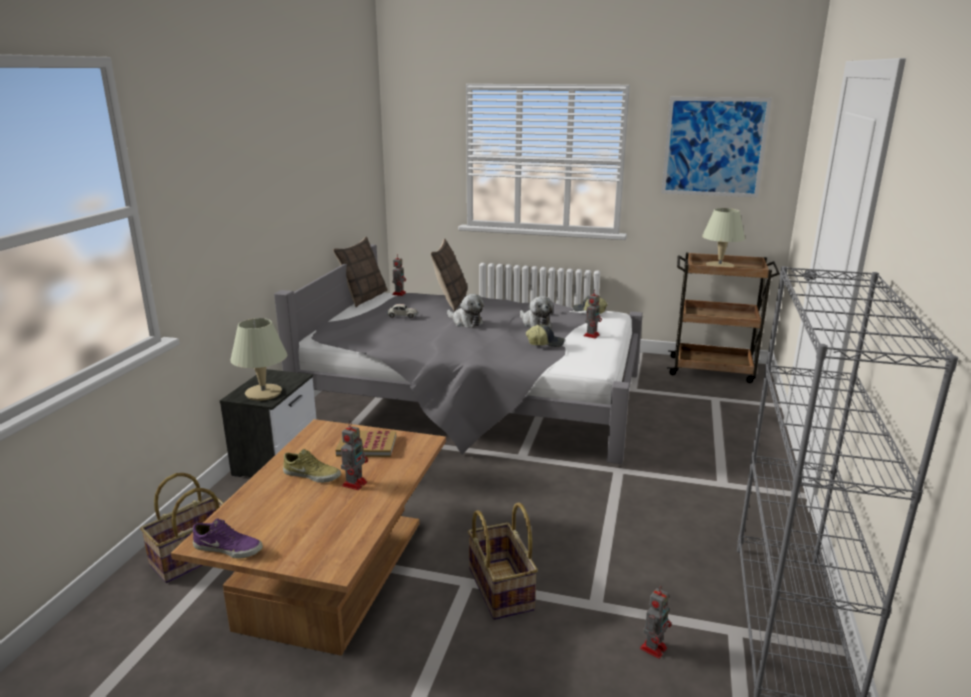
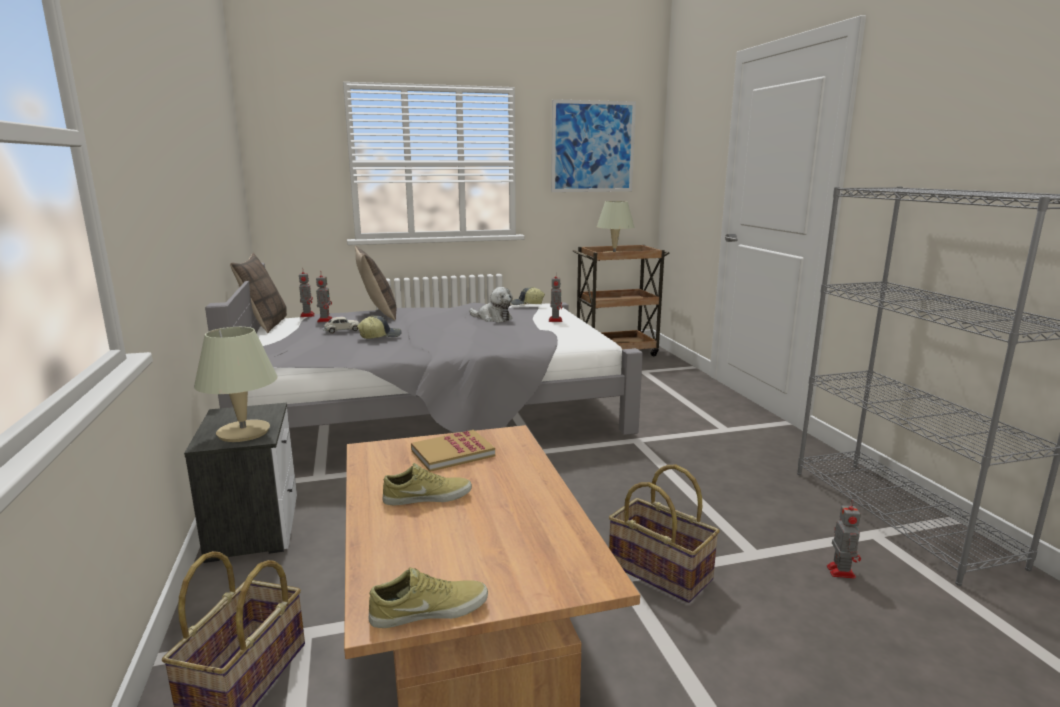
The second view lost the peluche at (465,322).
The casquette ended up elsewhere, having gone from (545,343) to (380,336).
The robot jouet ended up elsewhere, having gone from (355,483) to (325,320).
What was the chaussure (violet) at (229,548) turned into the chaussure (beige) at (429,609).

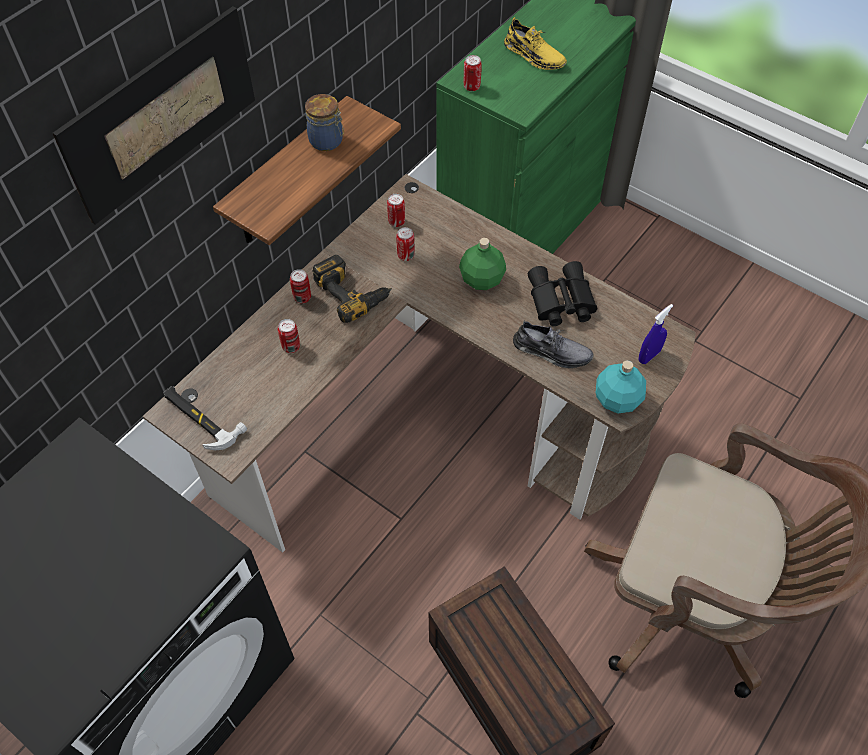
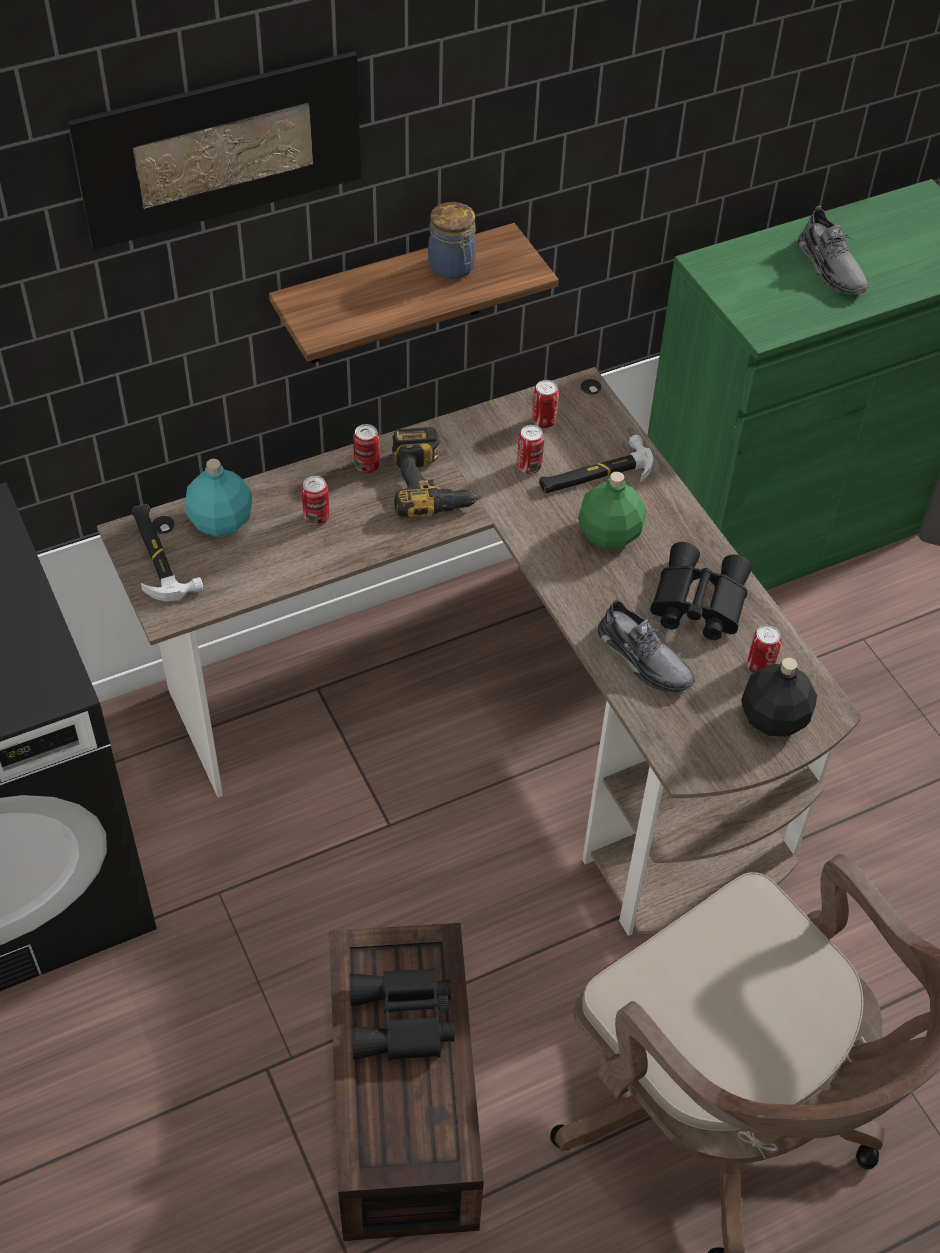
What was the chaussure (jaune) at (534,55) turned into the chaussure (gris) at (831,267).
The boîte métallique ended up elsewhere, having gone from (471,87) to (760,667).
Where the vaporisateur (bleu) stood at (649,356), the bouteille (noir) came to stand at (774,719).
The bouteille (turquoise) ended up elsewhere, having gone from (616,399) to (220,521).
The second view gained the marteau at (595,474).
The second view gained the jumelles (noir) at (403,1022).

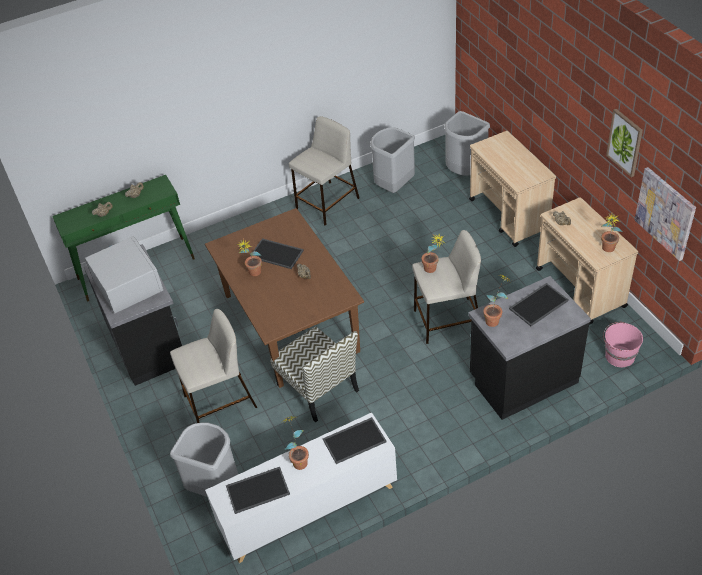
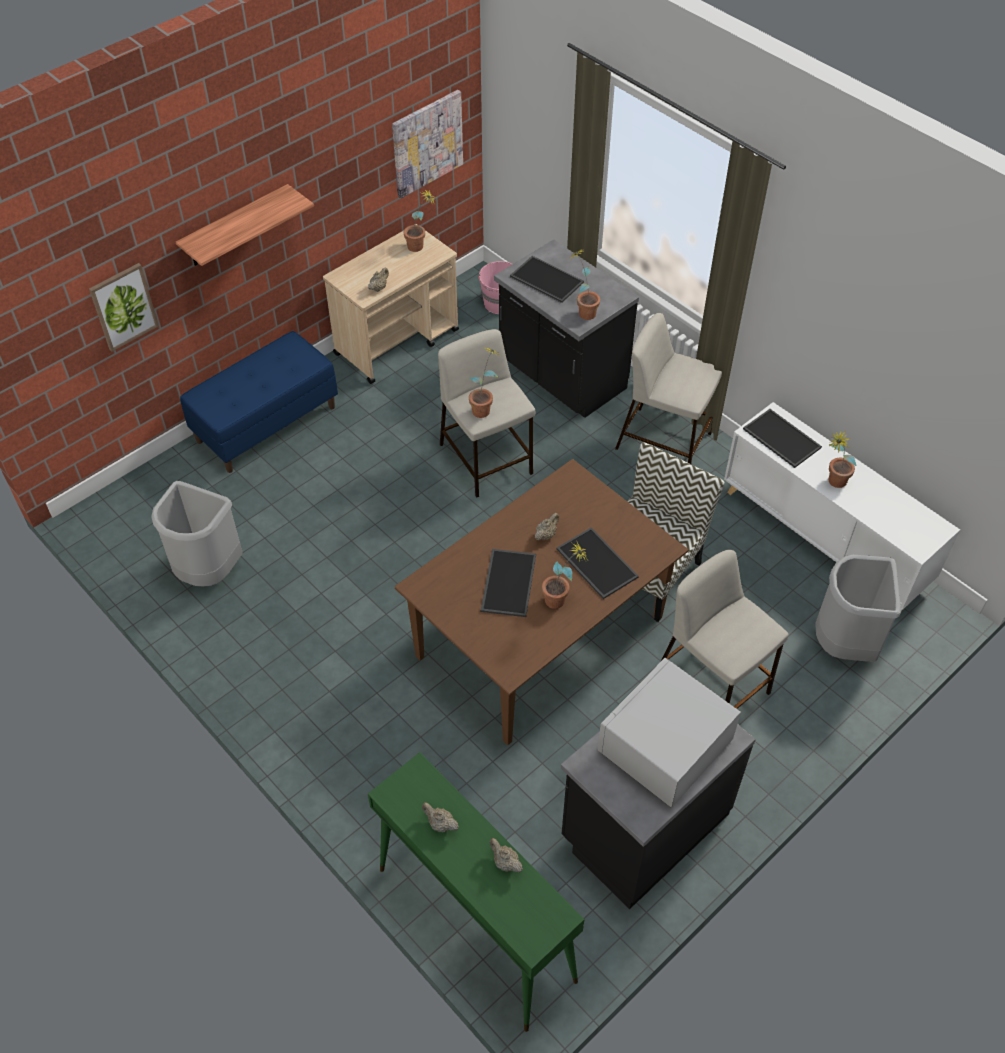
The tableau ended up elsewhere, having gone from (625,142) to (123,306).
The second view lost the poubelle (gris) at (464,171).
The tabouret (beige) ended up elsewhere, having gone from (327,203) to (665,441).
Where the chariot (beige) stood at (509,216), the banc (bleu) came to stand at (266,423).
The plateau ended up elsewhere, having gone from (258,489) to (595,563).
The second view gained the étagère at (235,227).

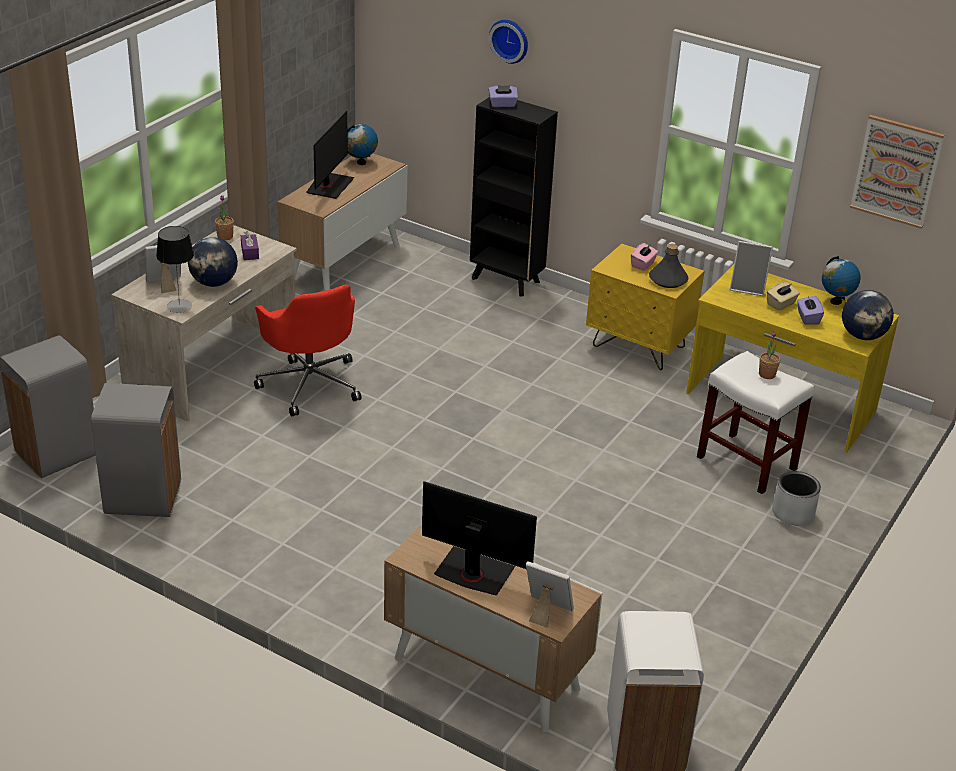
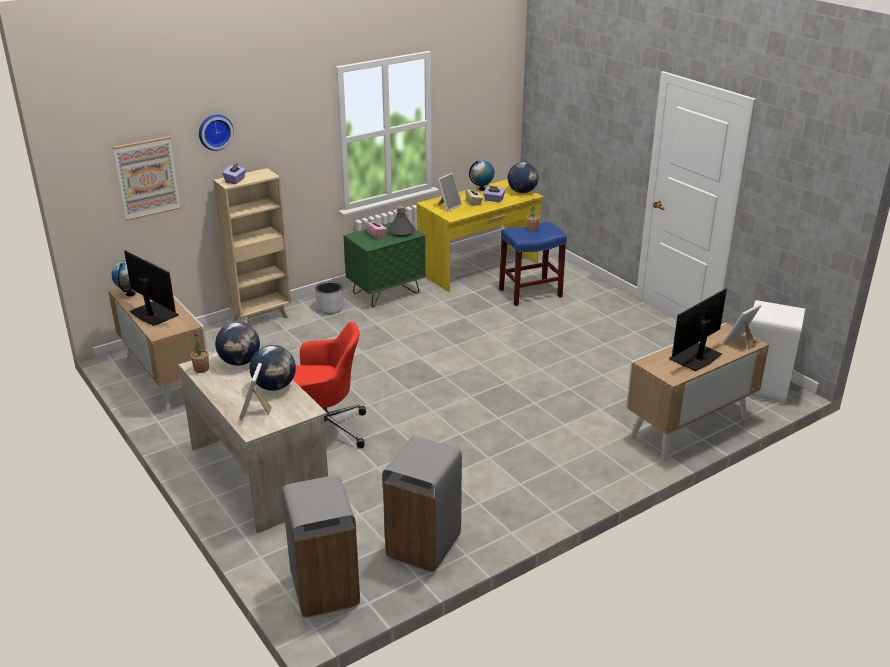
What was the bibliothèque (noir) at (506,280) turned into the bibliothèque (beige) at (262,318).
The tableau ended up elsewhere, having gone from (896,171) to (147,178).
The second view lost the lampe de table at (179,306).
Where the boîte à mouchoirs (violet) stood at (250,252), the globe came to stand at (240,362).
What was the table de chevet (jaune) at (639,347) turned into the table de chevet (vert) at (386,293).
What was the tabouret (blanc) at (745,463) turned into the tabouret (bleu) at (530,293).
The cache-pot (gris) ended up elsewhere, having gone from (793,513) to (330,308).

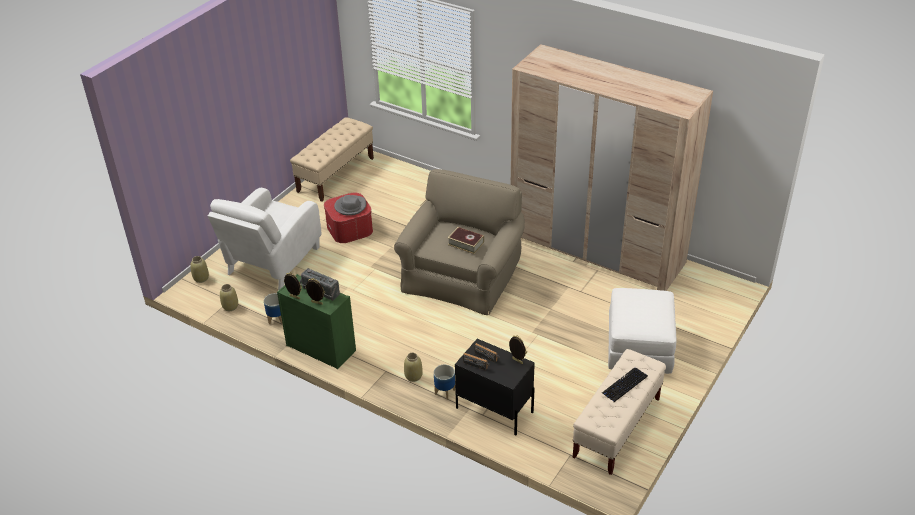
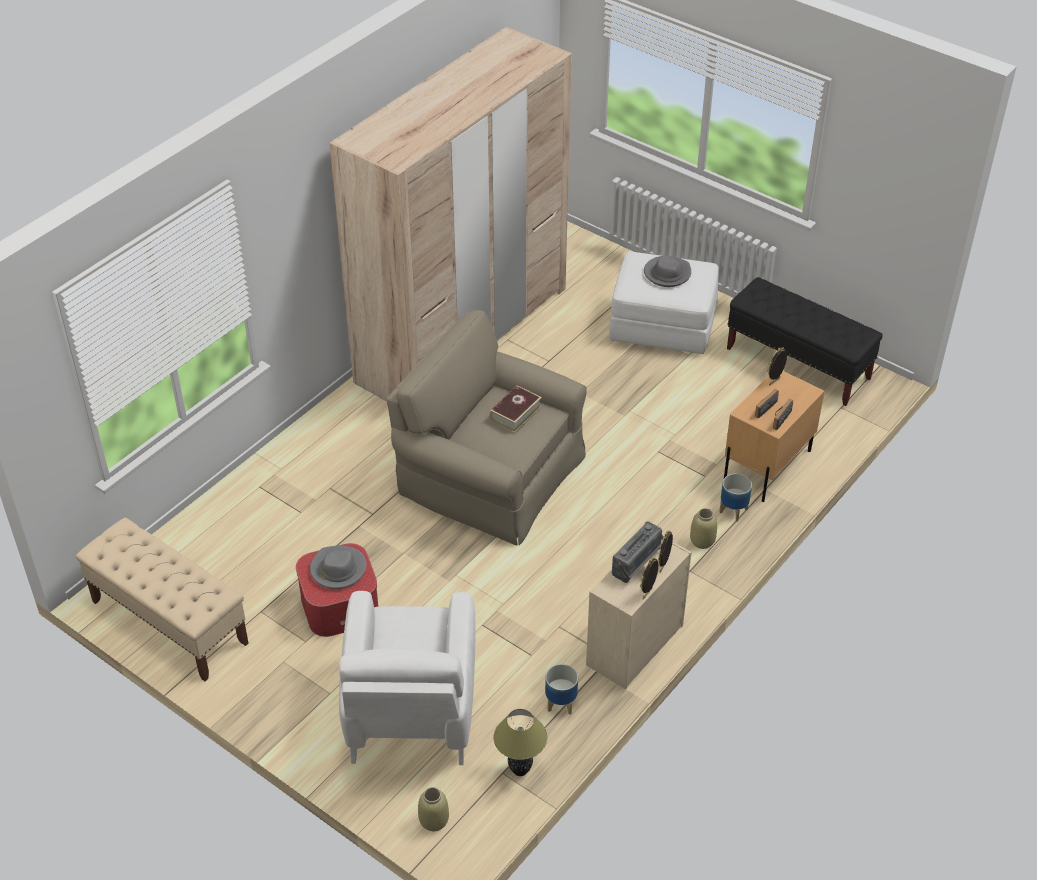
The fauteuil (blanc) at (272,262) ended up facing another way, 60 degrees clockwise from before.
What was the commode (vert) at (320,347) turned into the commode (beige) at (634,646).
Where the vase (beige) stood at (230,307), the lampe de table came to stand at (520,771).
What was the table de chevet (noir) at (494,409) turned into the table de chevet (beige) at (766,466).
What was the banc (beige) at (617,428) turned into the banc (noir) at (798,364).
The second view lost the clavier at (624,385).
The second view gained the chapeau (gris) at (667,273).

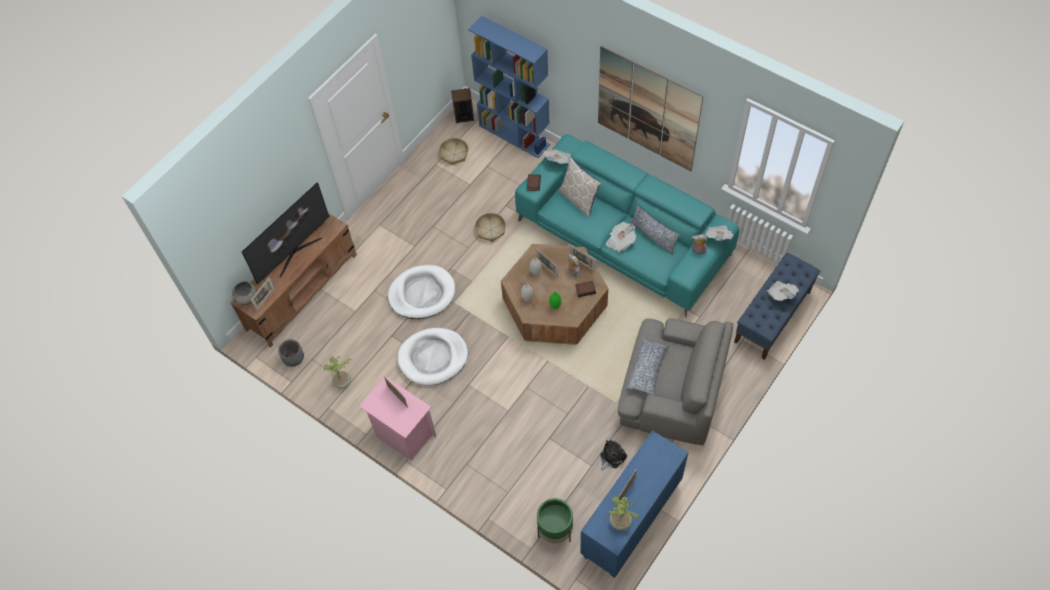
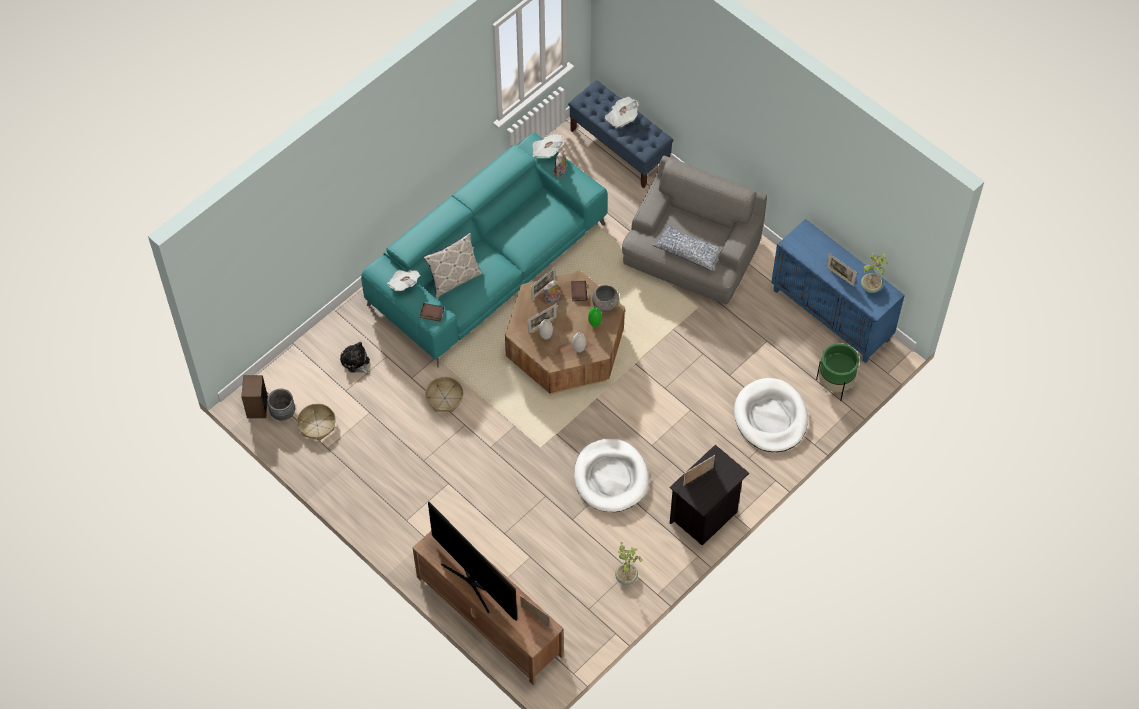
The second view lost the bibliothèque (bleu) at (515,135).
The second view lost the tableau at (647,109).
The second view lost the coussin at (653,236).
The second view lost the journal at (620,241).
The panier pour chien (blanc) ended up elsewhere, having gone from (422,294) to (770,417).
The bol (gris) ended up elsewhere, having gone from (247,298) to (605,305).
The cache-pot (gris) ended up elsewhere, having gone from (294,359) to (283,412).
What was the table de chevet (rose) at (404,435) turned into the table de chevet (noir) at (705,517).
The peluche ended up elsewhere, having gone from (612,457) to (356,362).

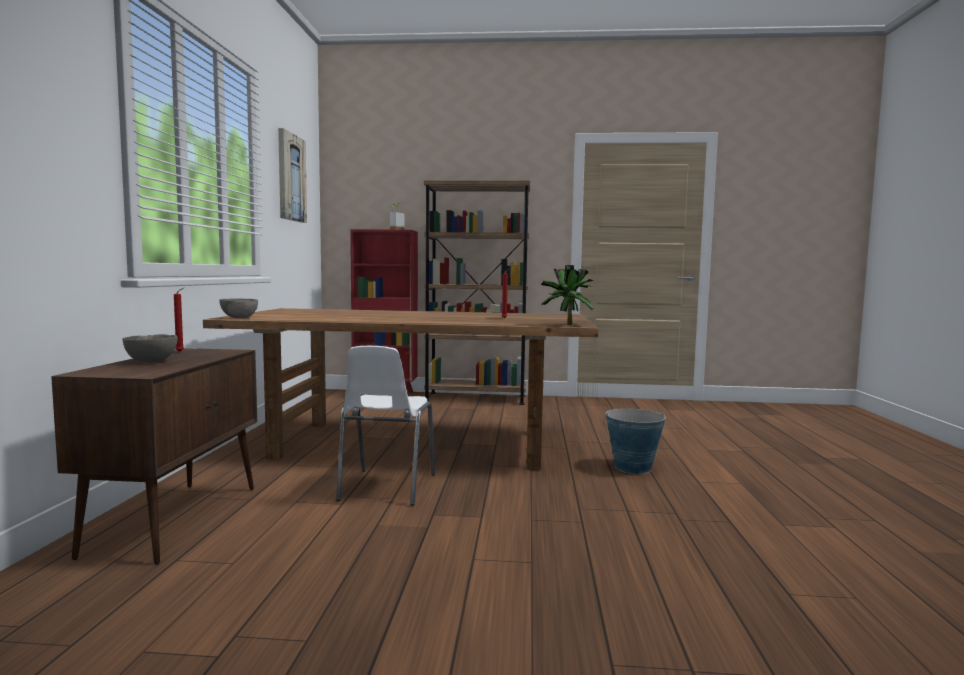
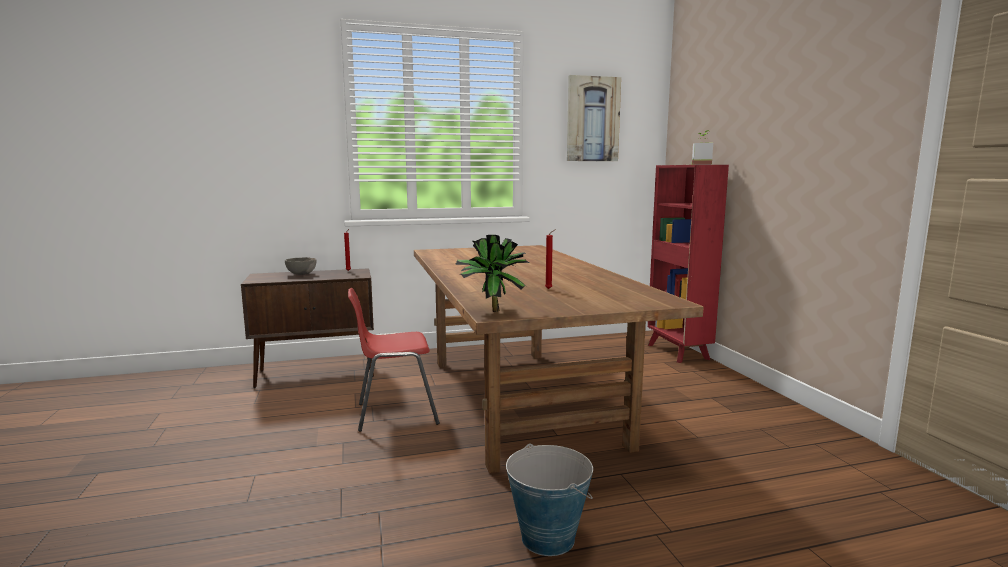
The second view lost the bibliothèque (marron) at (475,398).
The second view lost the bol (gris) at (239,318).
What was the chaise (blanc) at (386,488) turned into the chaise (rouge) at (394,413).

